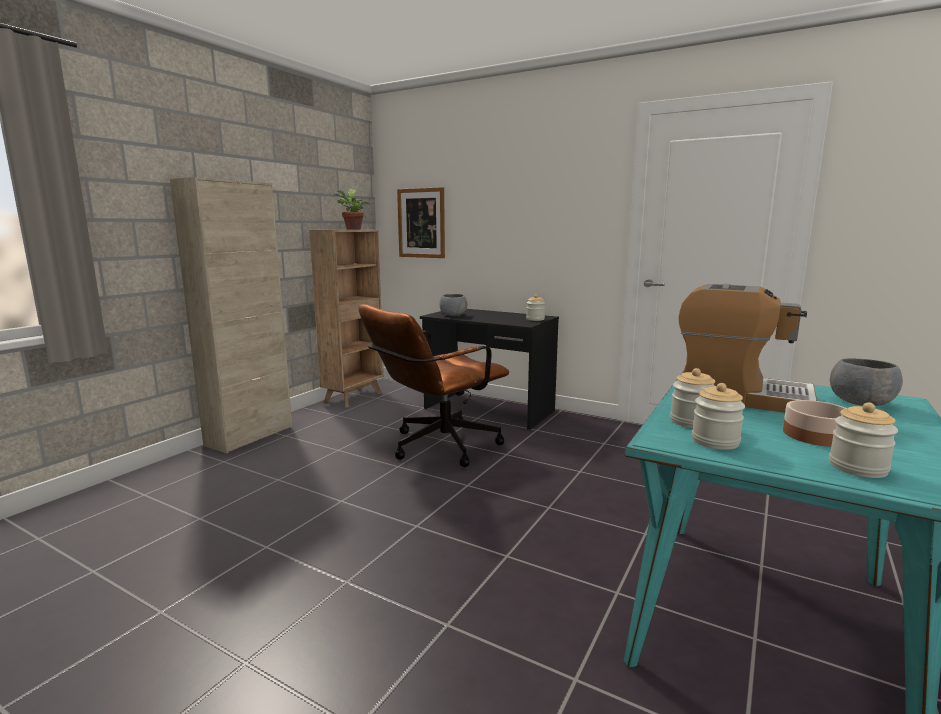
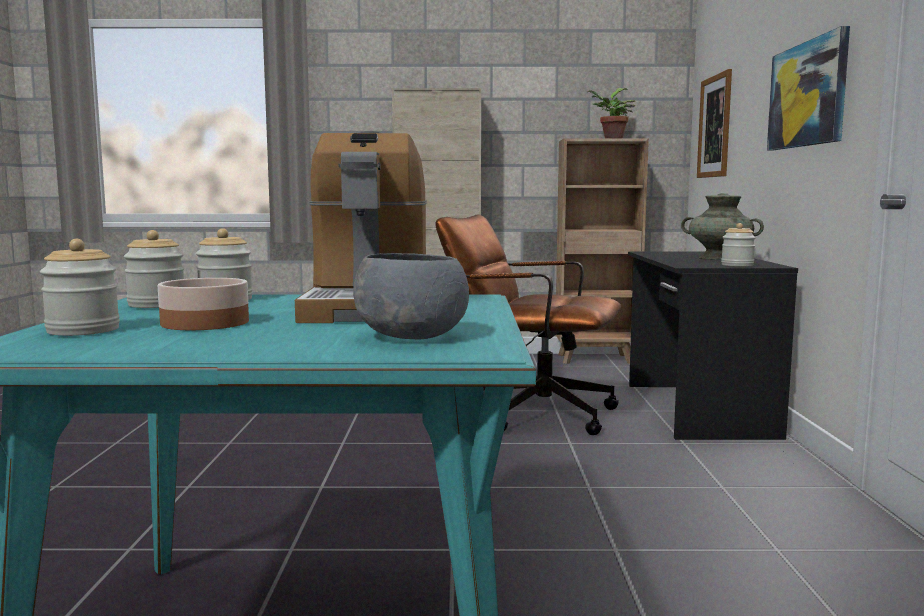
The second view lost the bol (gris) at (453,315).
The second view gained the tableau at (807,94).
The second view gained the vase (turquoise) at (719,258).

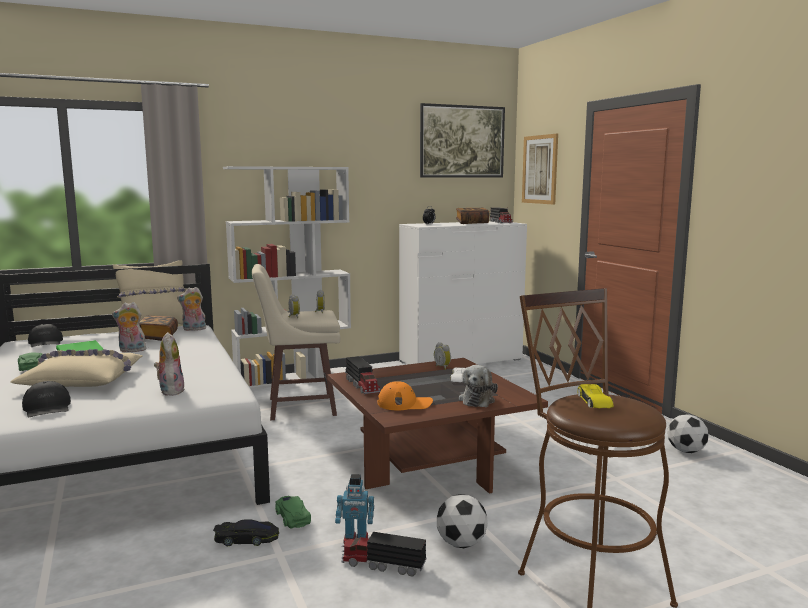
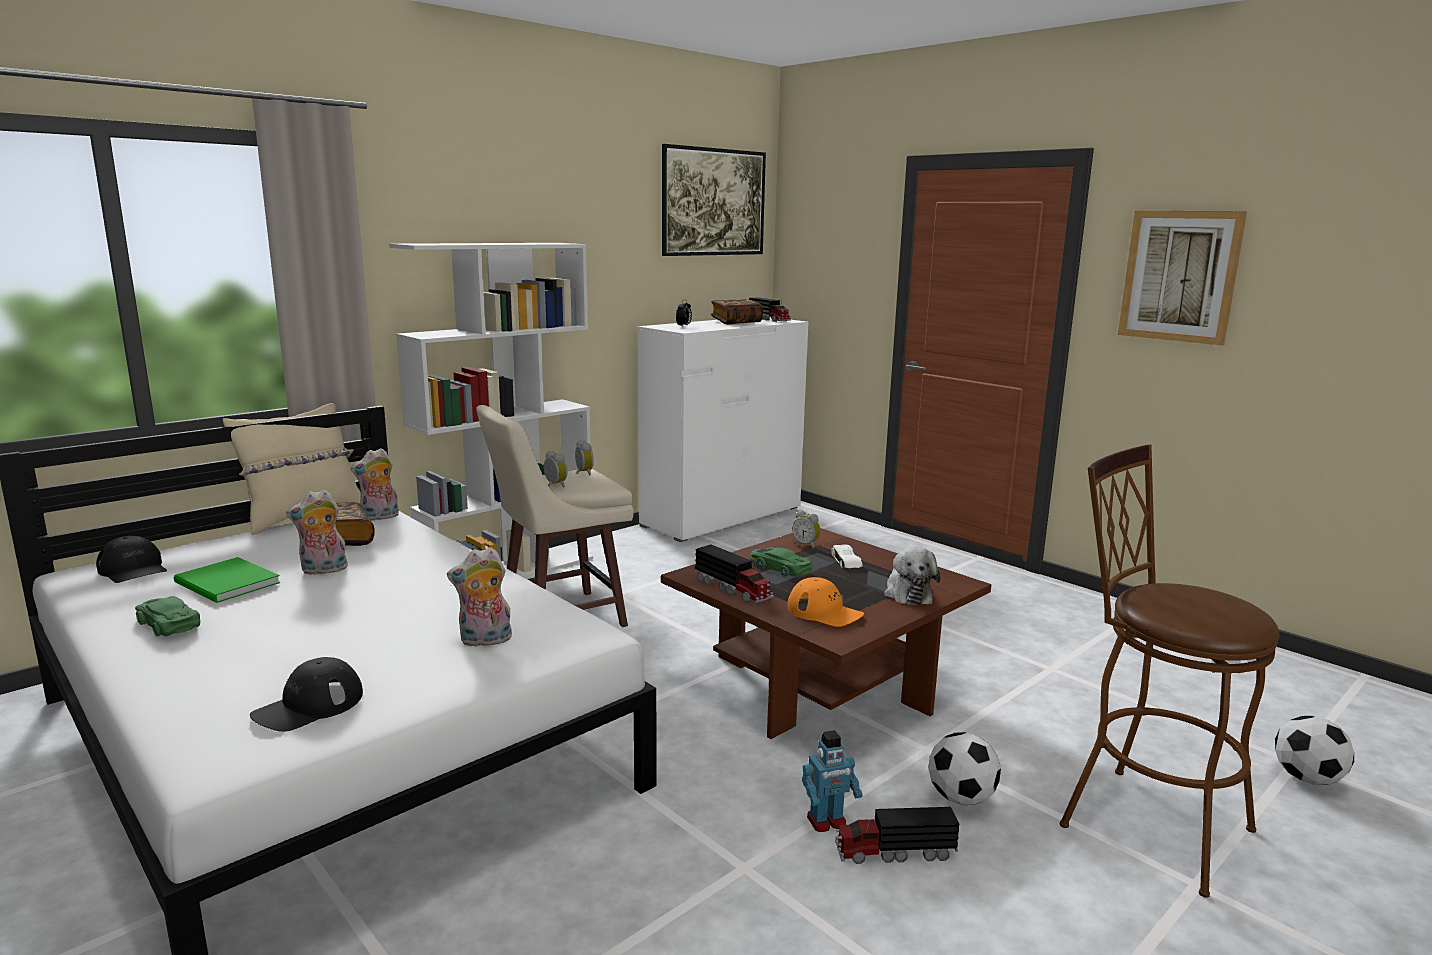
The tableau ended up elsewhere, having gone from (540,169) to (1179,276).
The peluche at (170,391) ended up facing another way, 75 degrees counterclockwise from before.
The second view lost the coussin (beige) at (84,380).
The casquette (noir) at (47,408) ended up facing another way, 90 degrees clockwise from before.
The casquette (orange) at (405,403) ended up facing another way, 60 degrees clockwise from before.
The second view lost the petite voiture (jaune) at (594,402).
The ballon de foot ended up elsewhere, having gone from (686,451) to (1307,778).
The petite voiture (vert) ended up elsewhere, having gone from (292,516) to (779,567).
The second view lost the petite voiture (noir) at (247,538).

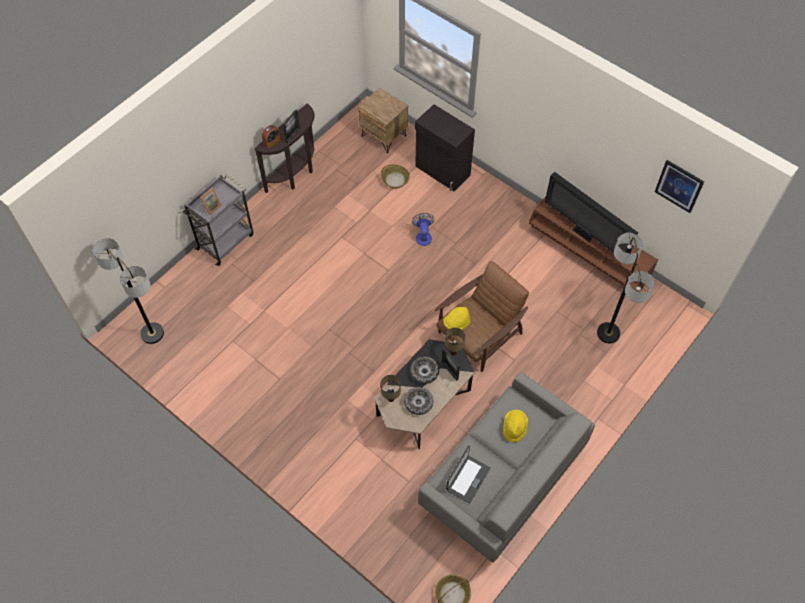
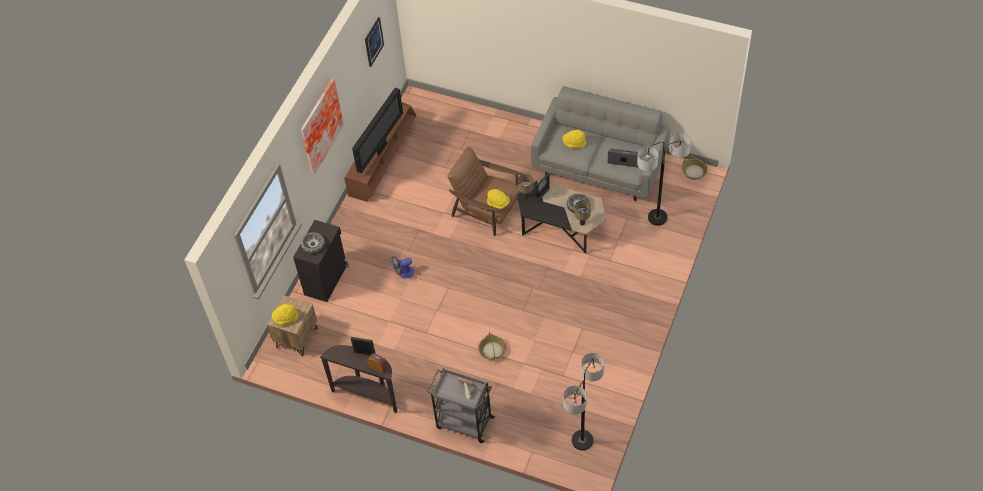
The panier ended up elsewhere, having gone from (395,179) to (492,350).
The lampadaire ended up elsewhere, having gone from (608,333) to (657,217).
The bol ended up elsewhere, having gone from (424,372) to (313,245).
The second view gained the tableau at (319,126).
The second view gained the chapeau (jaune) at (285,318).

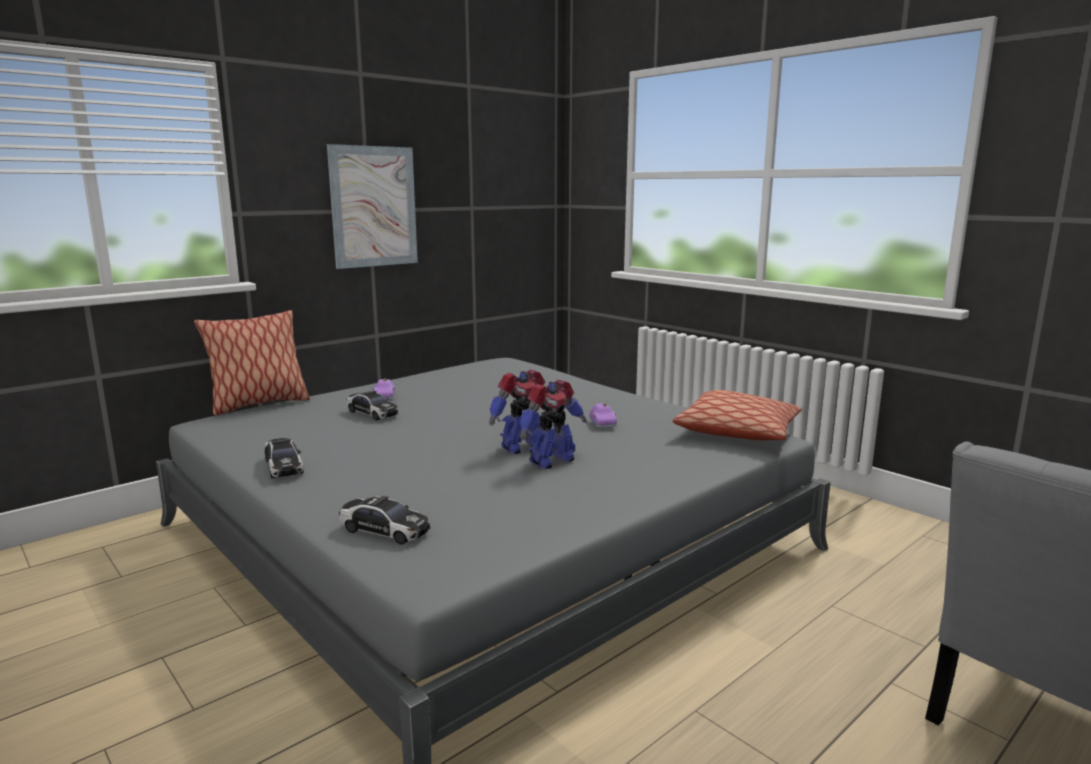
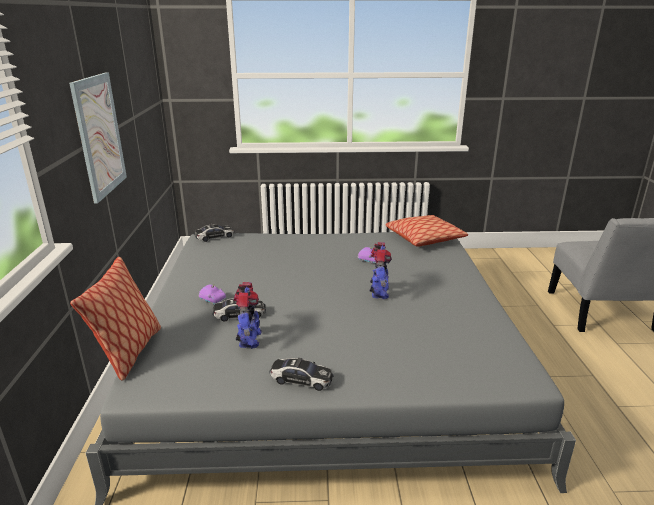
The robot jouet ended up elsewhere, having gone from (550,461) to (249,339).
The petite voiture ended up elsewhere, having gone from (384,530) to (214,237).

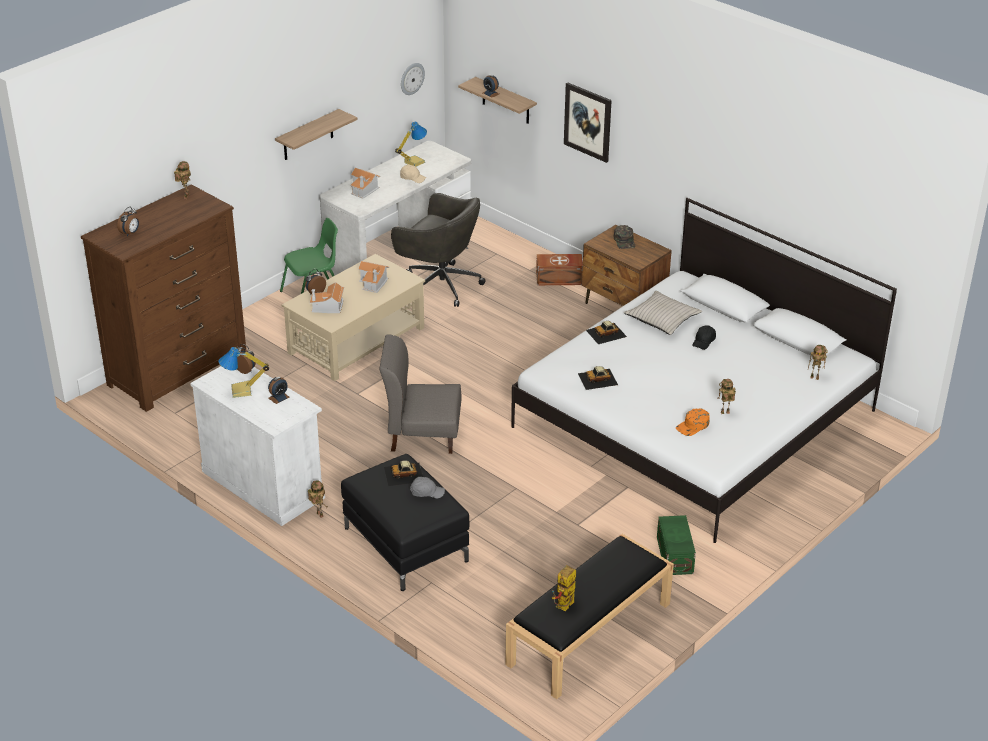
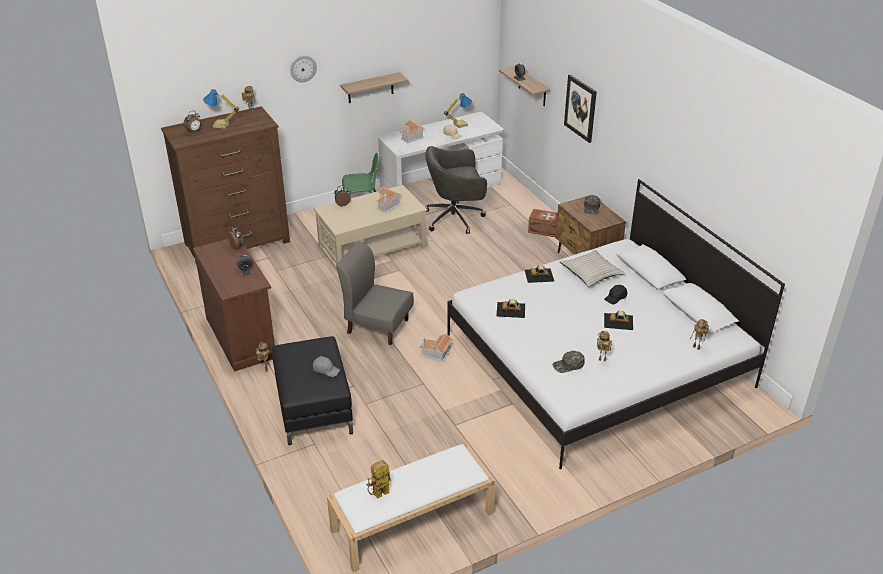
The horloge murale ended up elsewhere, having gone from (411,78) to (303,68).
The chaise de bureau (gris) at (439,284) ended up facing another way, 120 degrees clockwise from before.
The maison miniature ended up elsewhere, having gone from (328,307) to (436,353).
The lampe de table ended up elsewhere, having gone from (241,391) to (221,125).
What was the meuble de rangement (blanc) at (263,484) turned into the meuble de rangement (marron) at (241,337).
What was the casquette (orange) at (693,426) turned into the casquette (vert) at (568,365).
The petite voiture ended up elsewhere, having gone from (404,474) to (618,321).
The second view lost the boîte de rangement (vert) at (674,556).
What was the banc (noir) at (589,634) turned into the banc (blanc) at (412,522).

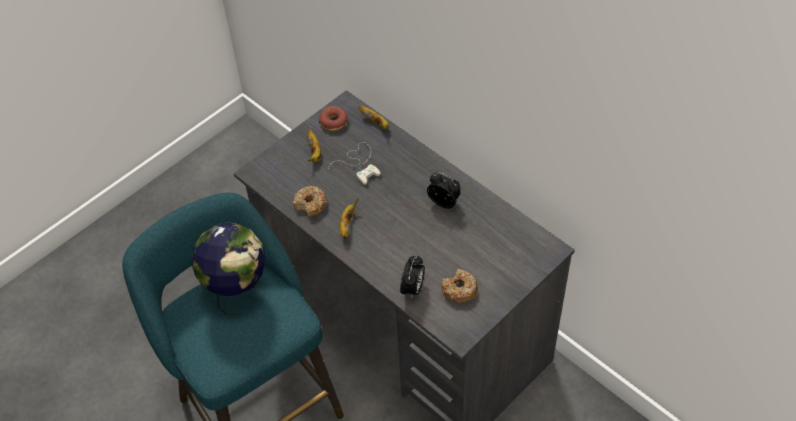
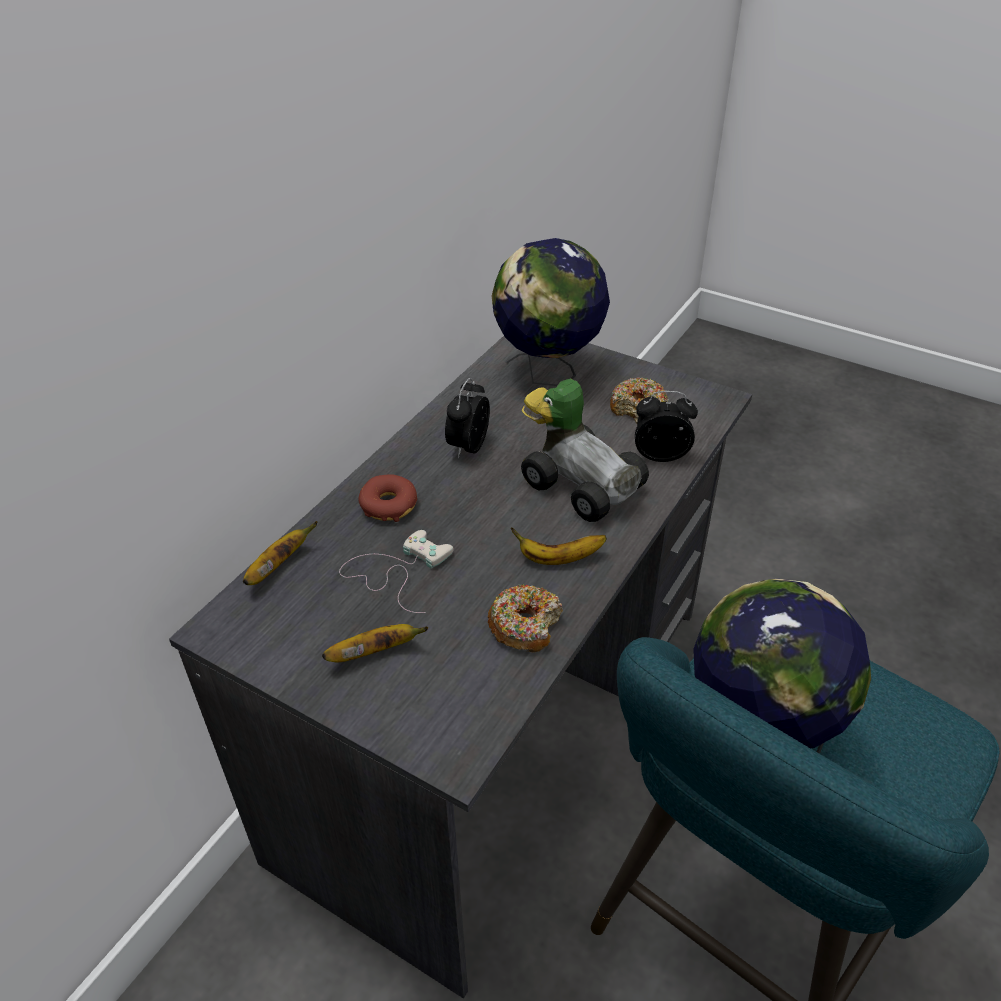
The beignet ended up elsewhere, having gone from (334,122) to (388,505).
The second view gained the globe at (548,375).
The second view gained the petite voiture at (580,481).

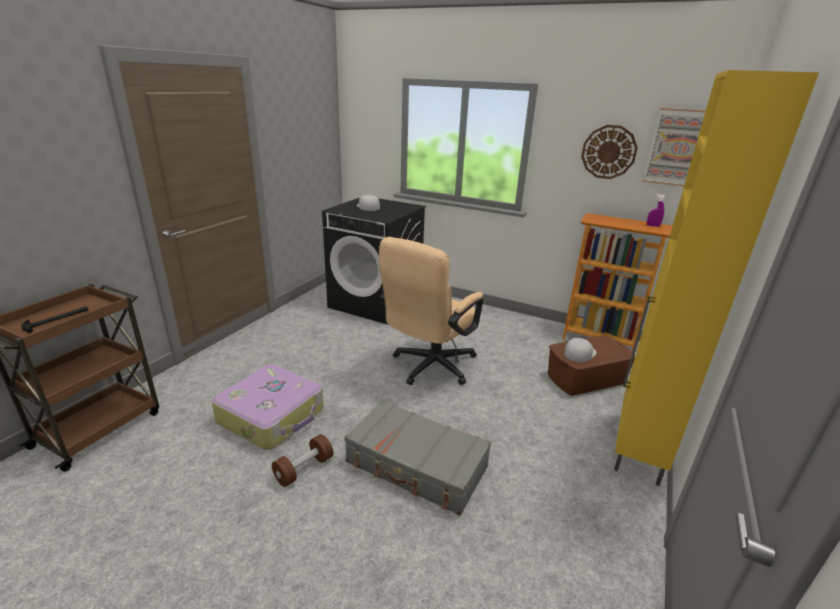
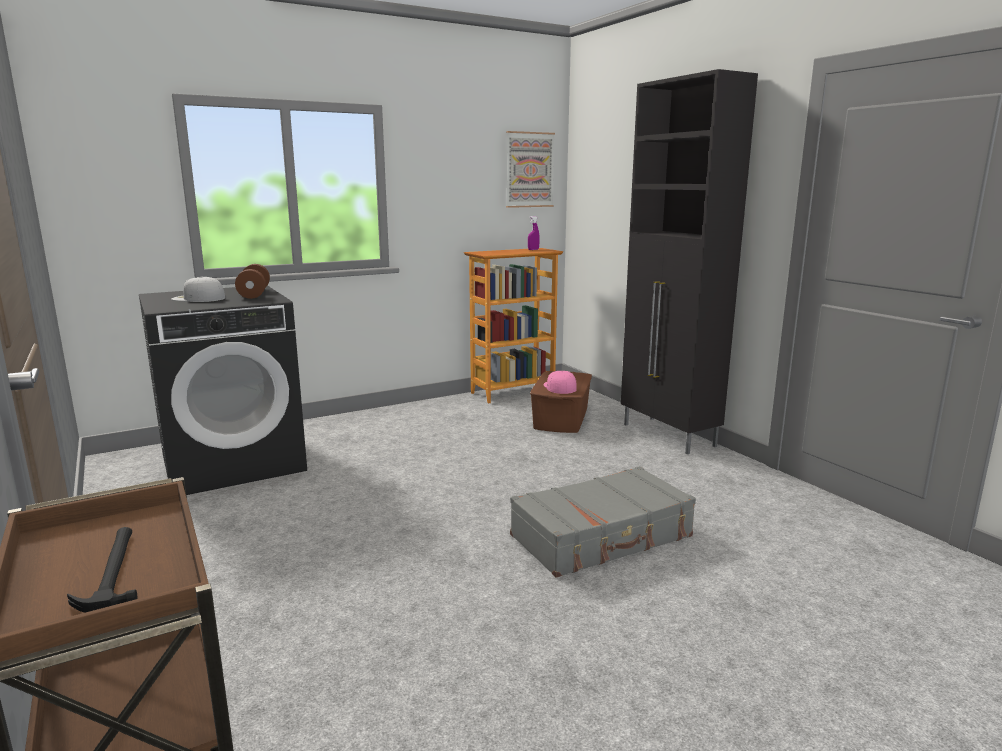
What was the meuble de rangement (jaune) at (638,447) turned into the meuble de rangement (noir) at (669,435).
The second view lost the horloge murale at (608,152).
The second view lost the chaise de bureau (beige) at (429,368).
What was the casquette (blanc) at (579,352) turned into the casquette (rose) at (559,387).
The second view lost the valise at (272,415).
The haltère (marron) ended up elsewhere, having gone from (304,469) to (254,294).

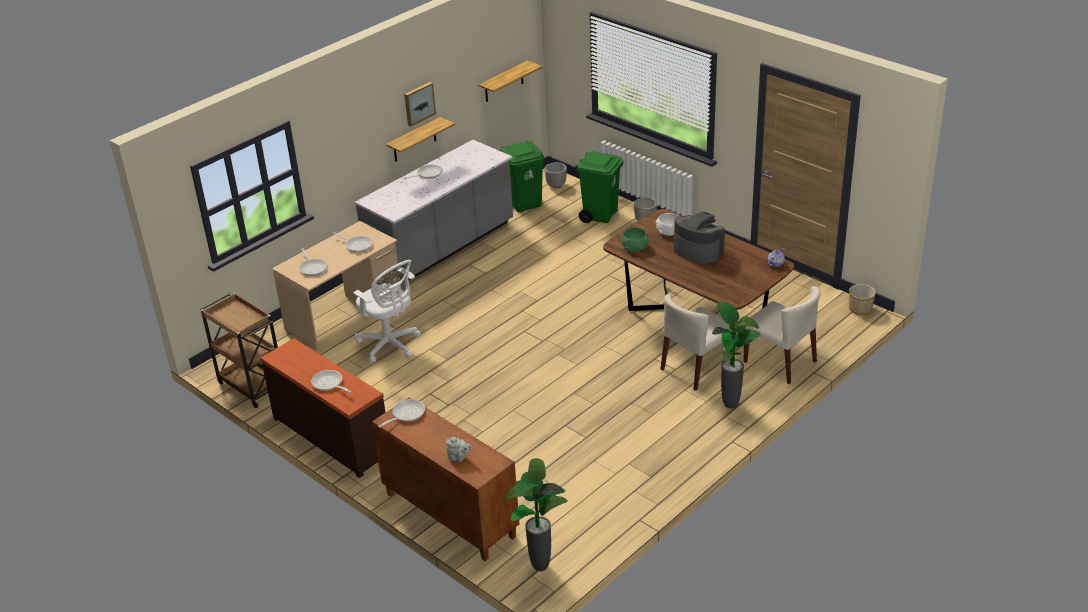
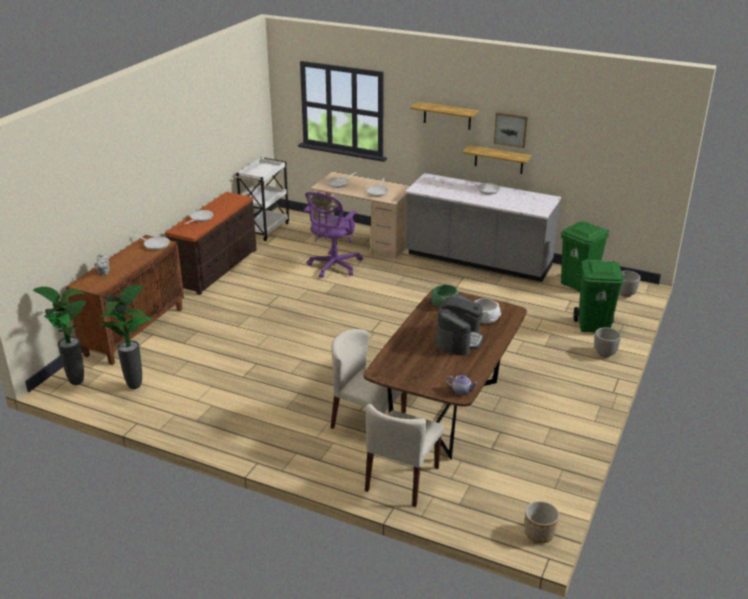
The étagère ended up elsewhere, having gone from (504,82) to (447,116).
What was the chaise de bureau (blanc) at (390,345) turned into the chaise de bureau (violet) at (333,267).
What was the chariot (marron) at (251,385) turned into the chariot (blanc) at (265,229).
The plante en pot ended up elsewhere, having gone from (730,404) to (136,386).

